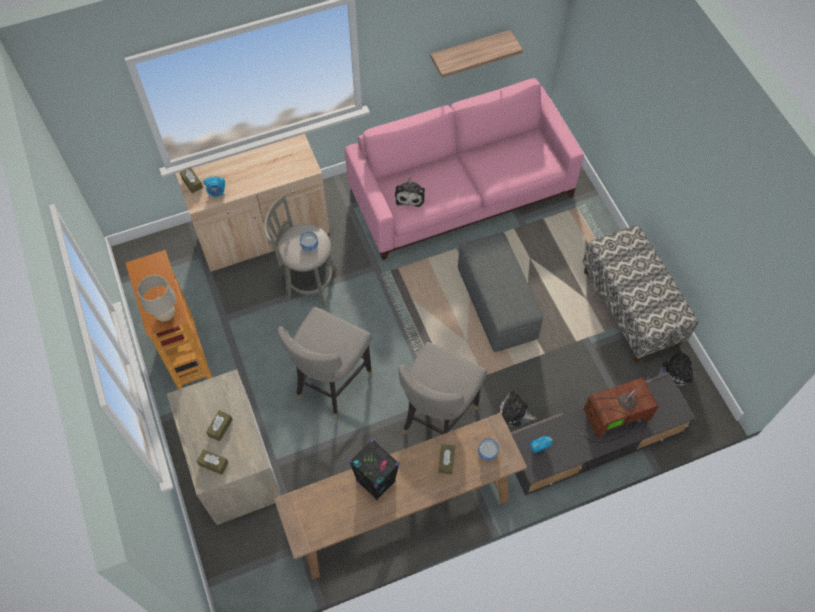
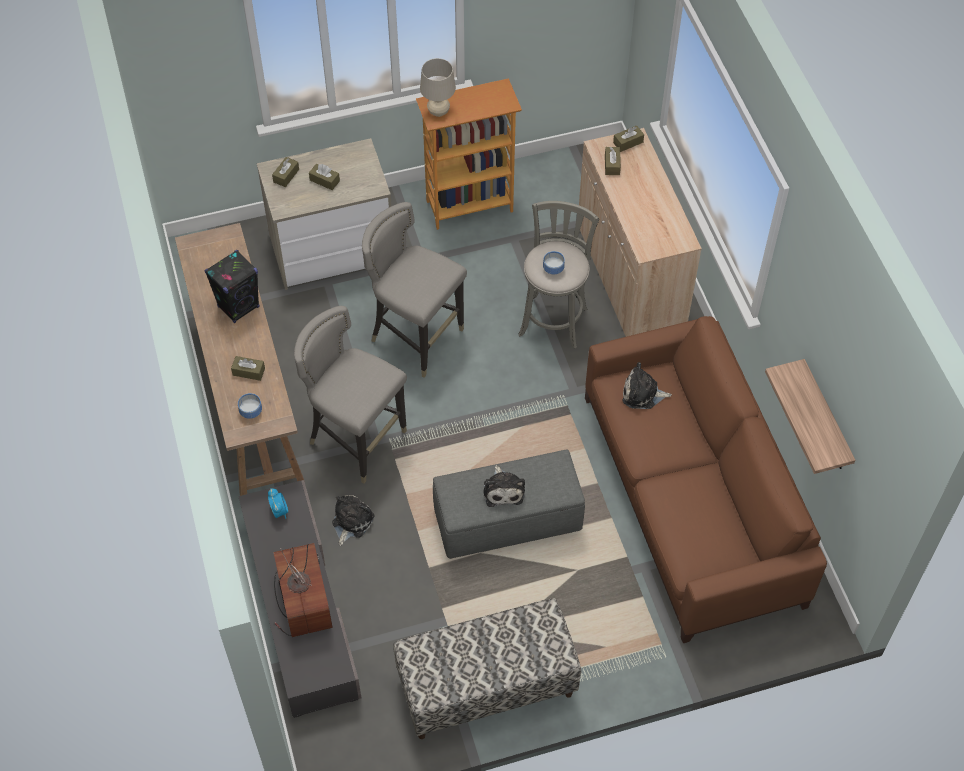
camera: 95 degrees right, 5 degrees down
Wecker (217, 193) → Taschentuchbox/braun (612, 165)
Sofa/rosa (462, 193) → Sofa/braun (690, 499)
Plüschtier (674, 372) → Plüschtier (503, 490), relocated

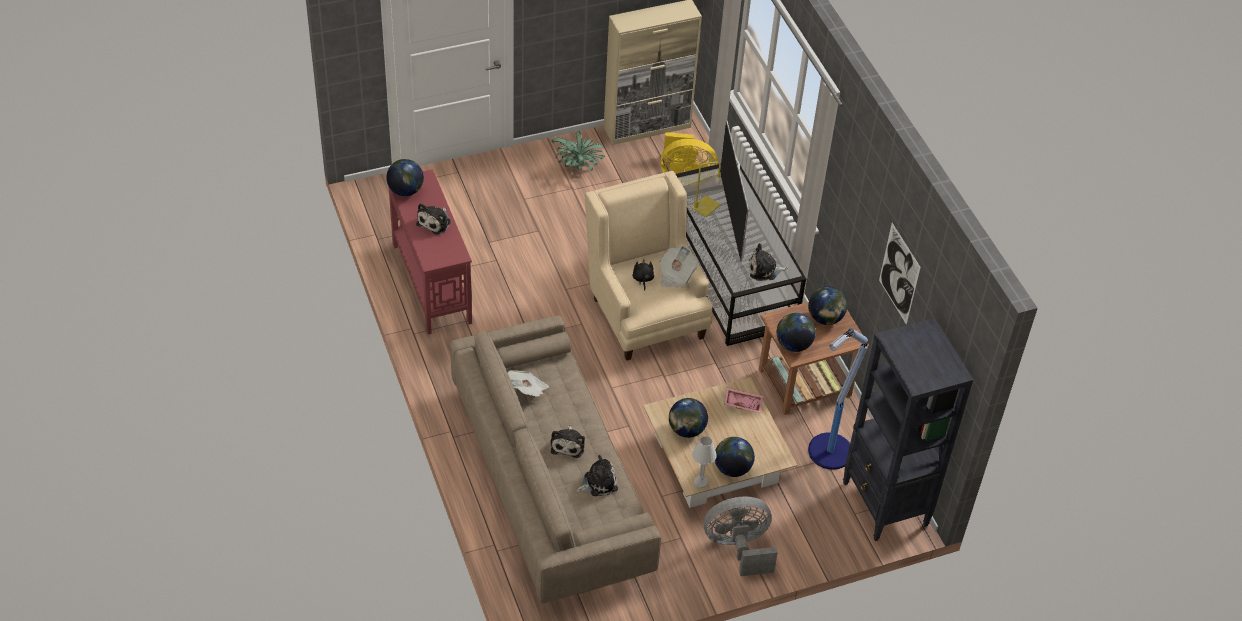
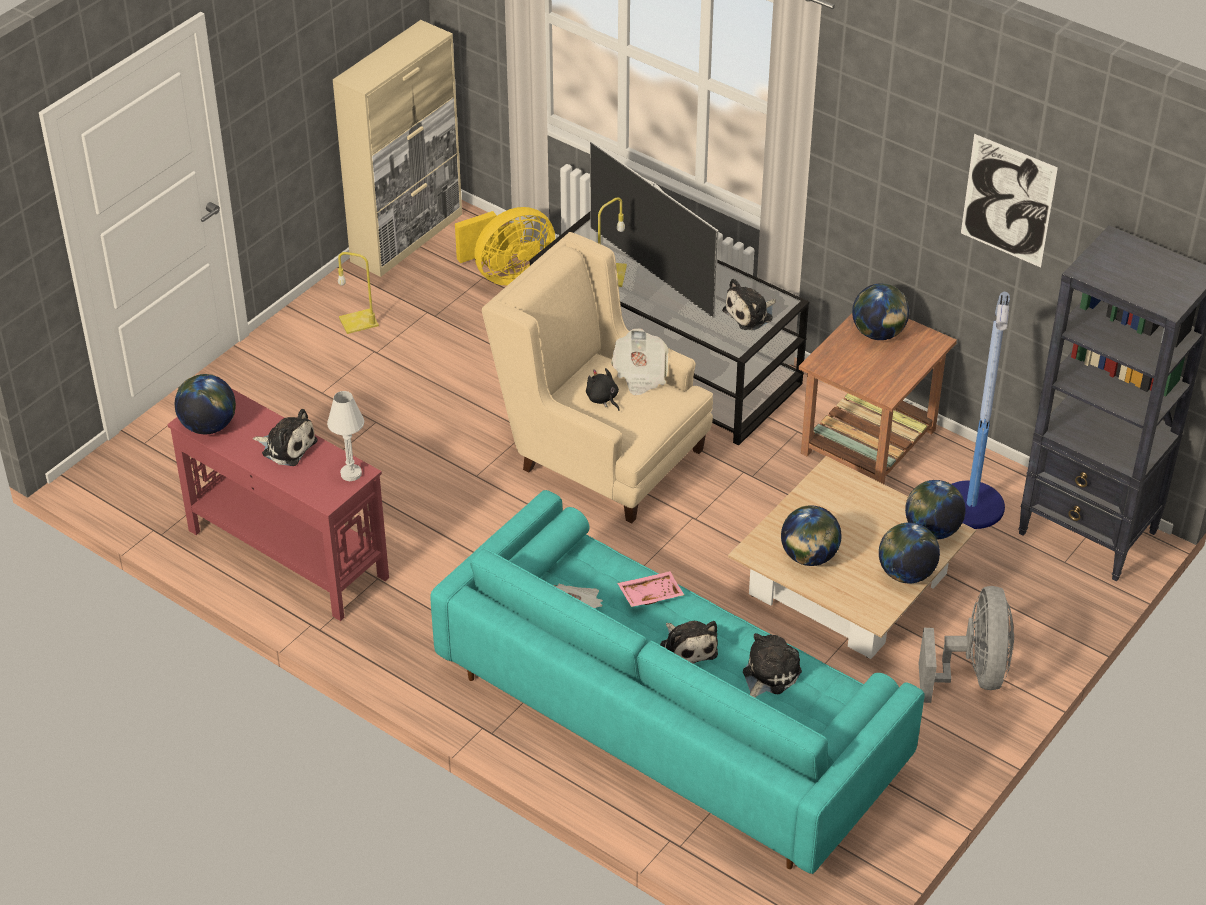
camera: 30 degrees left, 5 degrees down
Plüschtier (435, 222) → Plüschtier (287, 446), 60 degrees counterclockwise
Sofa/beige (551, 481) → Sofa/türkis (671, 720)
Topfpflanze (579, 166) → Tischlampe/gelb (359, 321)
Tischlampe/weiß (700, 482) → Tischlampe/weiß (351, 473), relocated
Ventilator/grau (738, 547) → Ventilator/grau (971, 674), 135 degrees clockwise
Tablett/rosa (743, 403) → Tablett/rosa (650, 594), relocated
Globus (793, 345) → Globus (932, 530), relocated

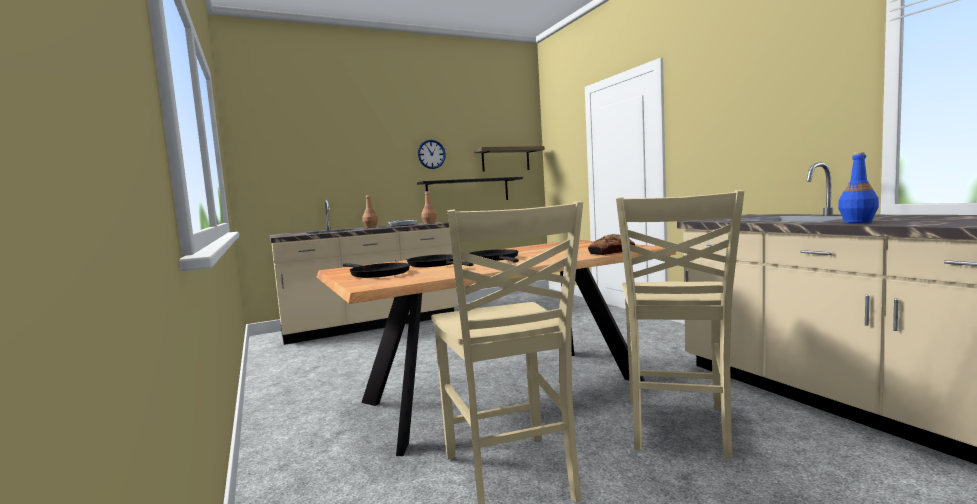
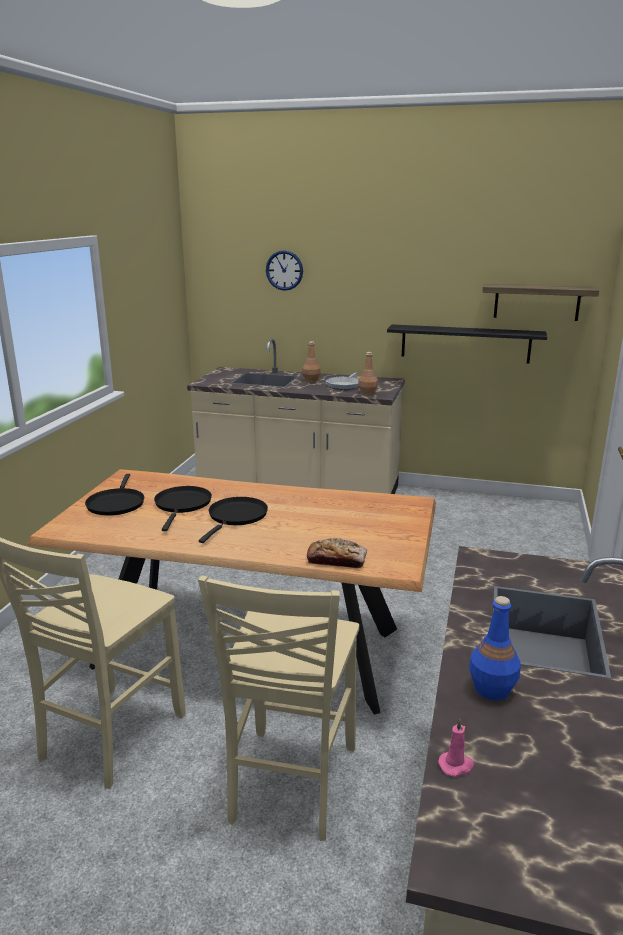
camera: 40 degrees right, 15 degrees up
Wanduhr (431, 154) → Wanduhr (284, 270), relocated
Stuhl/beige (677, 428) → Stuhl/beige (290, 784), 45 degrees counterclockwise
- → Kerze/rosa (456, 765)

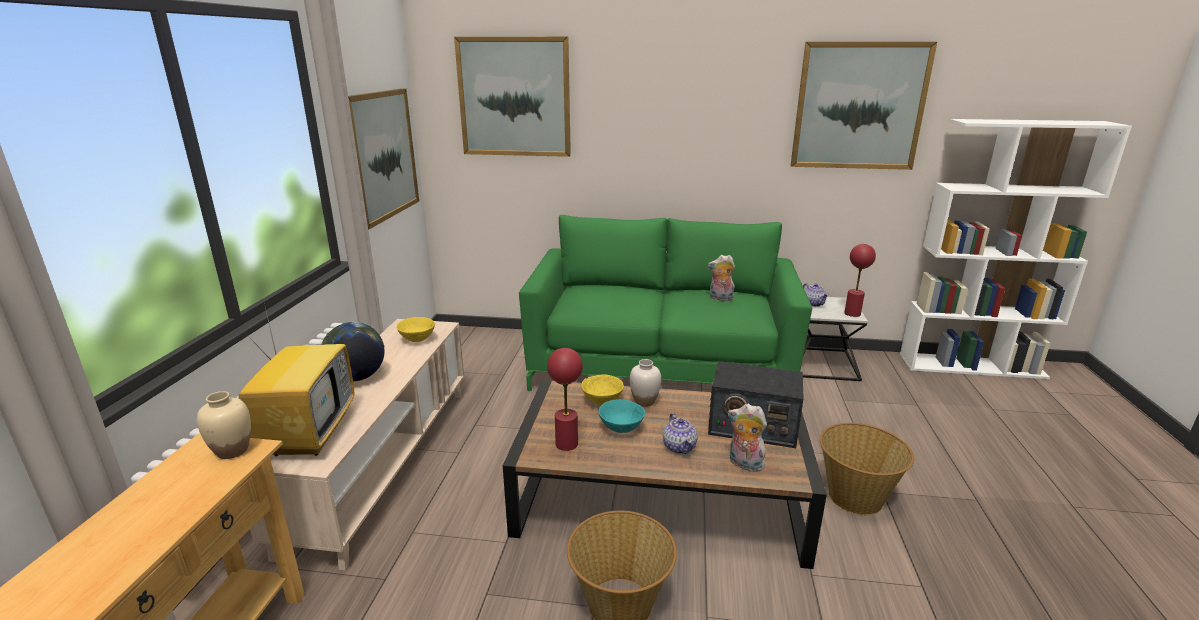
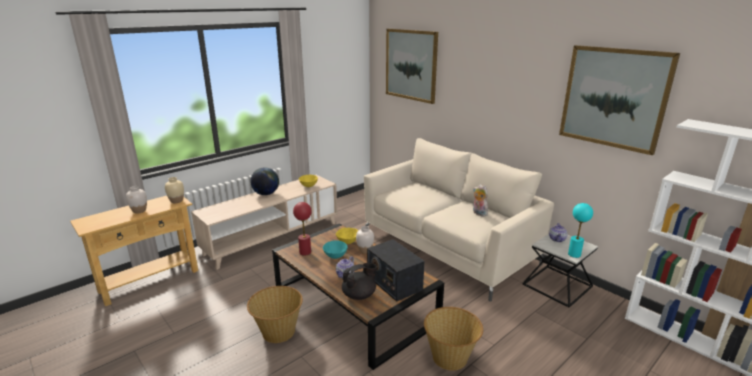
camera: 40 degrees right, 0 degrees up
Fernseher (309, 433) → -
Bild (382, 155) → -
Sofa/grün (660, 367) → Sofa/beige (448, 247)
Plüschtier (744, 464) → Teekanne/schwarz (359, 295)
Tischlampe/rot (852, 313) → Tischlampe/türkis (574, 254)
- → Vase/weiß (139, 211)

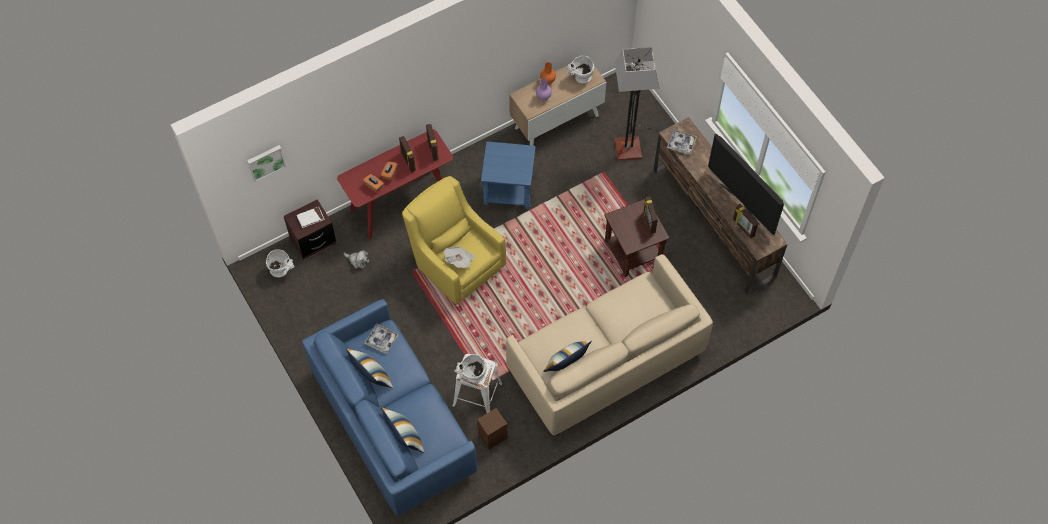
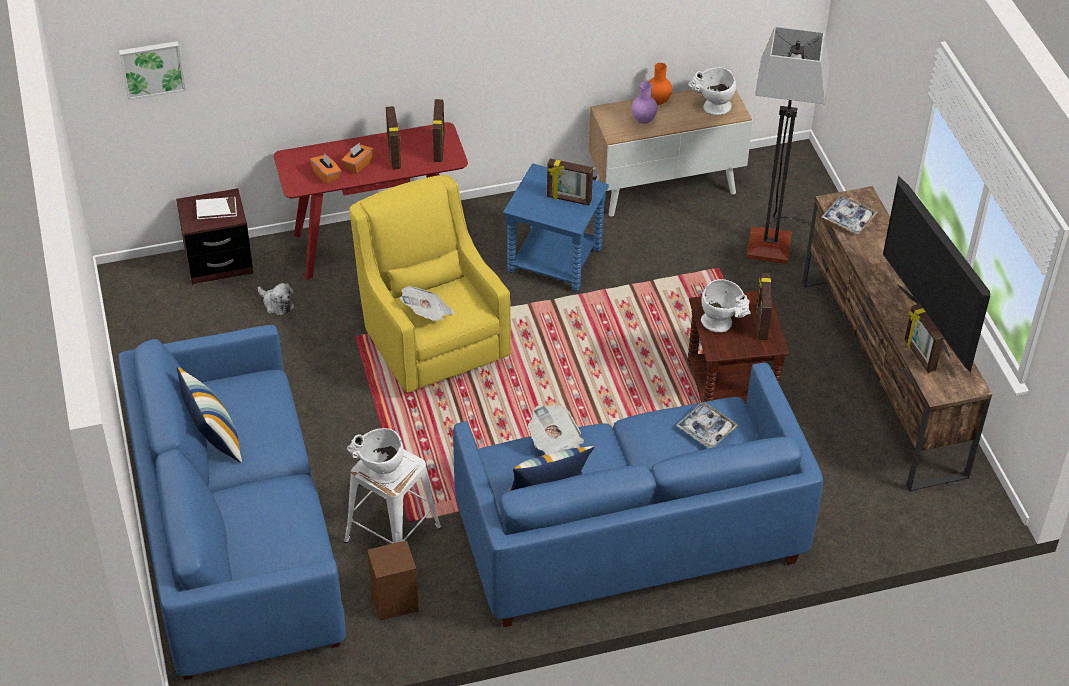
camera: 15 degrees right, 15 degrees down
Vase/weiß (282, 270) → Vase/weiß (722, 324), relocated
Tablett (381, 340) → Tablett (706, 429), relocated
Kissen (404, 438) → -
Sofa/beige (605, 362) → Sofa/blau (628, 536)
- → Zeitung (555, 444)
- → Bilderrahmen (568, 199)

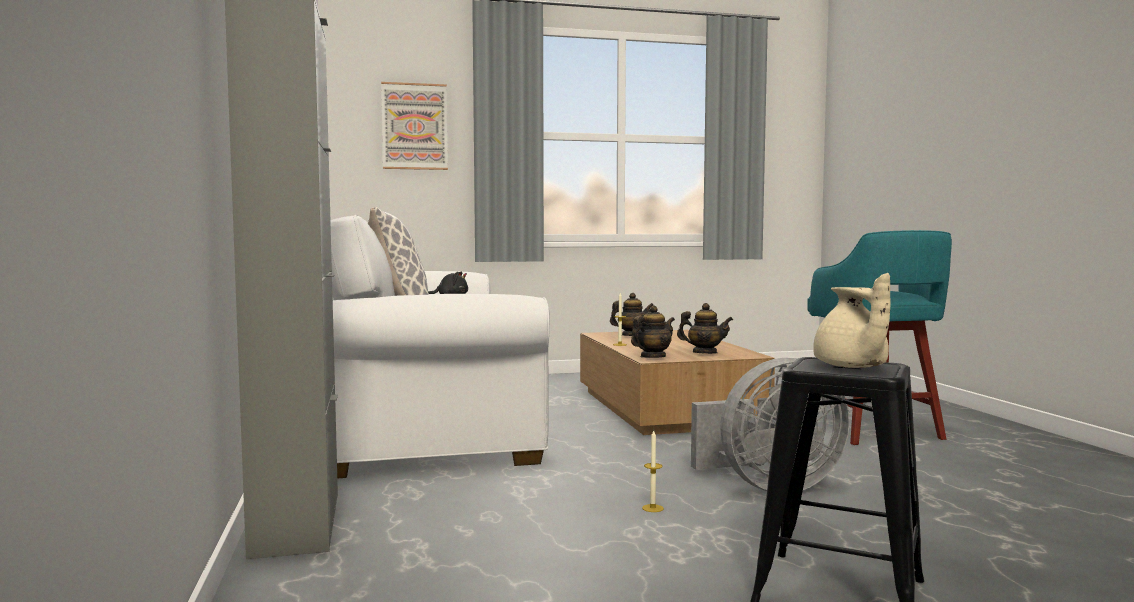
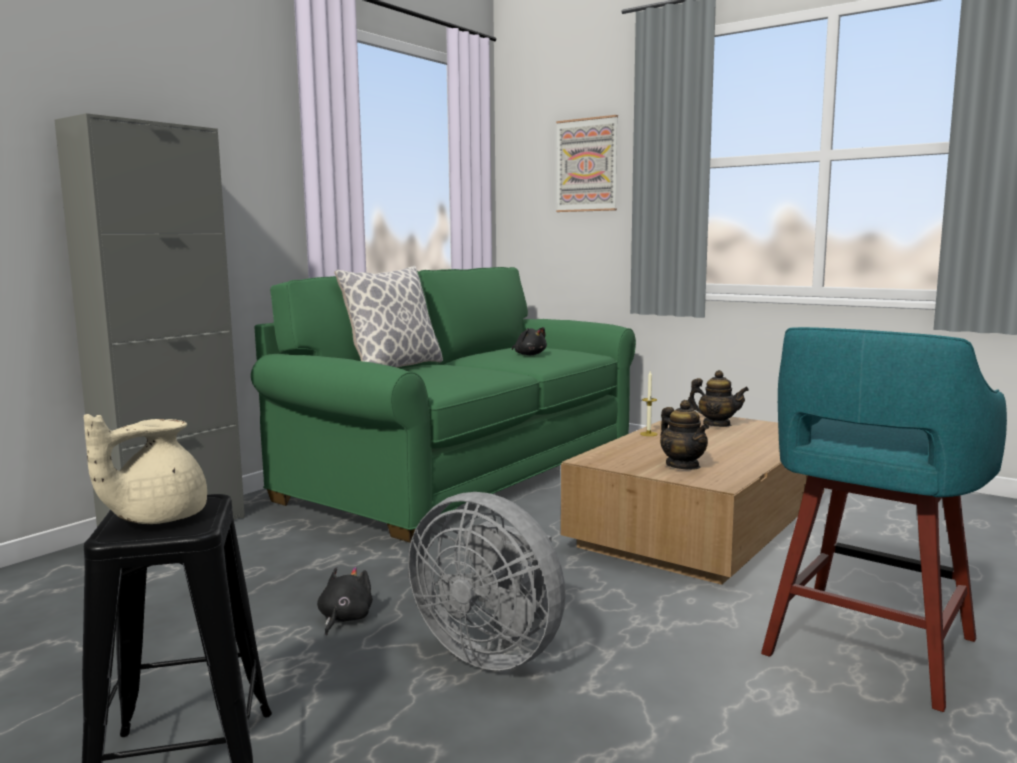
camera: 50 degrees right, 5 degrees up
Sofa/weiß (422, 420) → Sofa/grün (466, 472)
Teekanne (652, 357) → -
Kerze (652, 508) → Plüschtier/schwarz (344, 619)

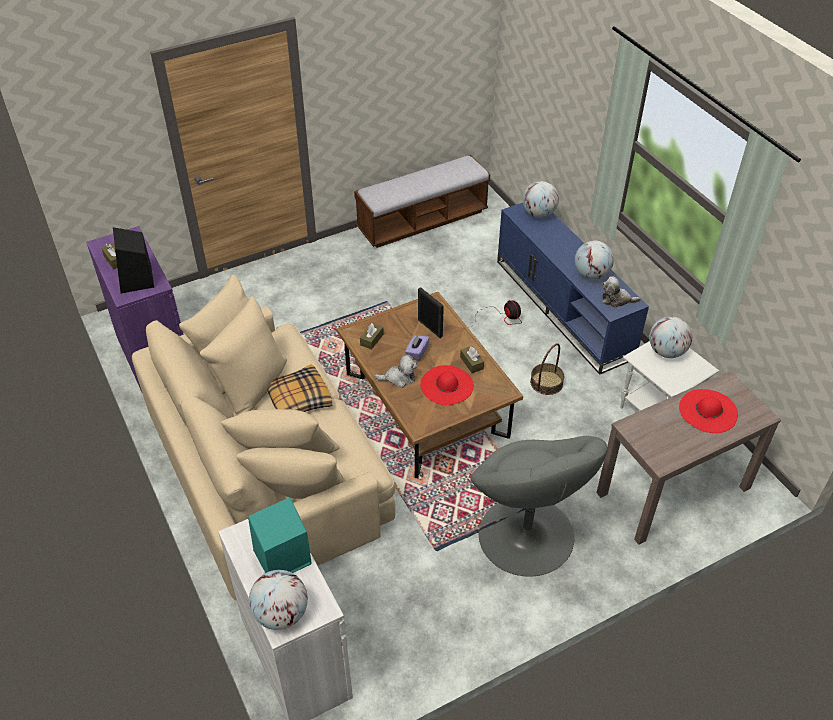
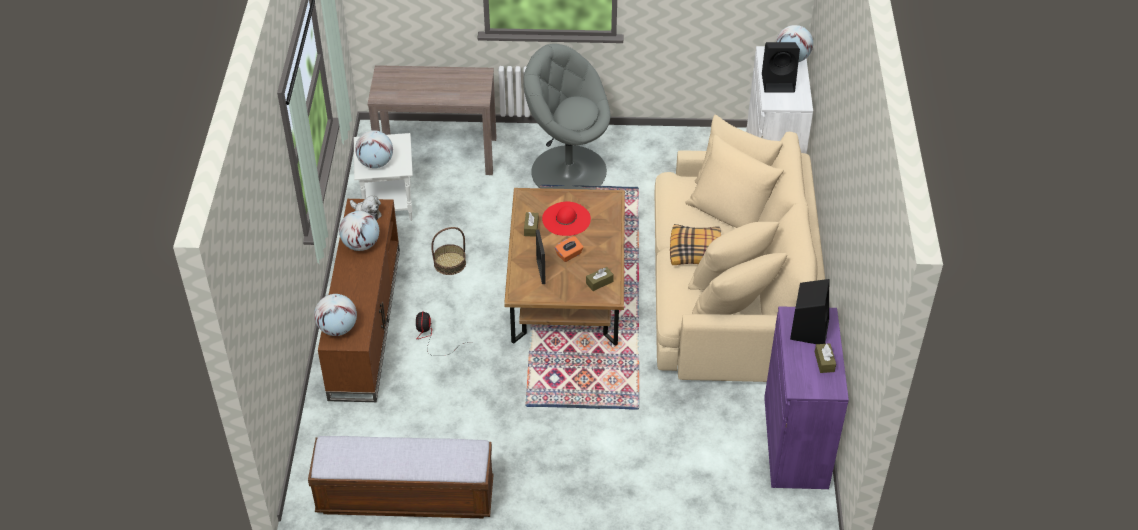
camera: 150 degrees left, 0 degrees up
Lautsprecher/türkis (281, 558) → Lautsprecher/schwarz (779, 82)
Plüschtier (399, 378) → -
Taschentuchbox/lila (417, 352) → Taschentuchbox/orange (569, 255)
Sessel/grau (526, 537) → Sessel/grau (567, 170), 75 degrees counterclockwise
Fernsehschrank/blau (564, 308) → Fernsehschrank/braun (364, 321)
Hut/rot (708, 411) → -

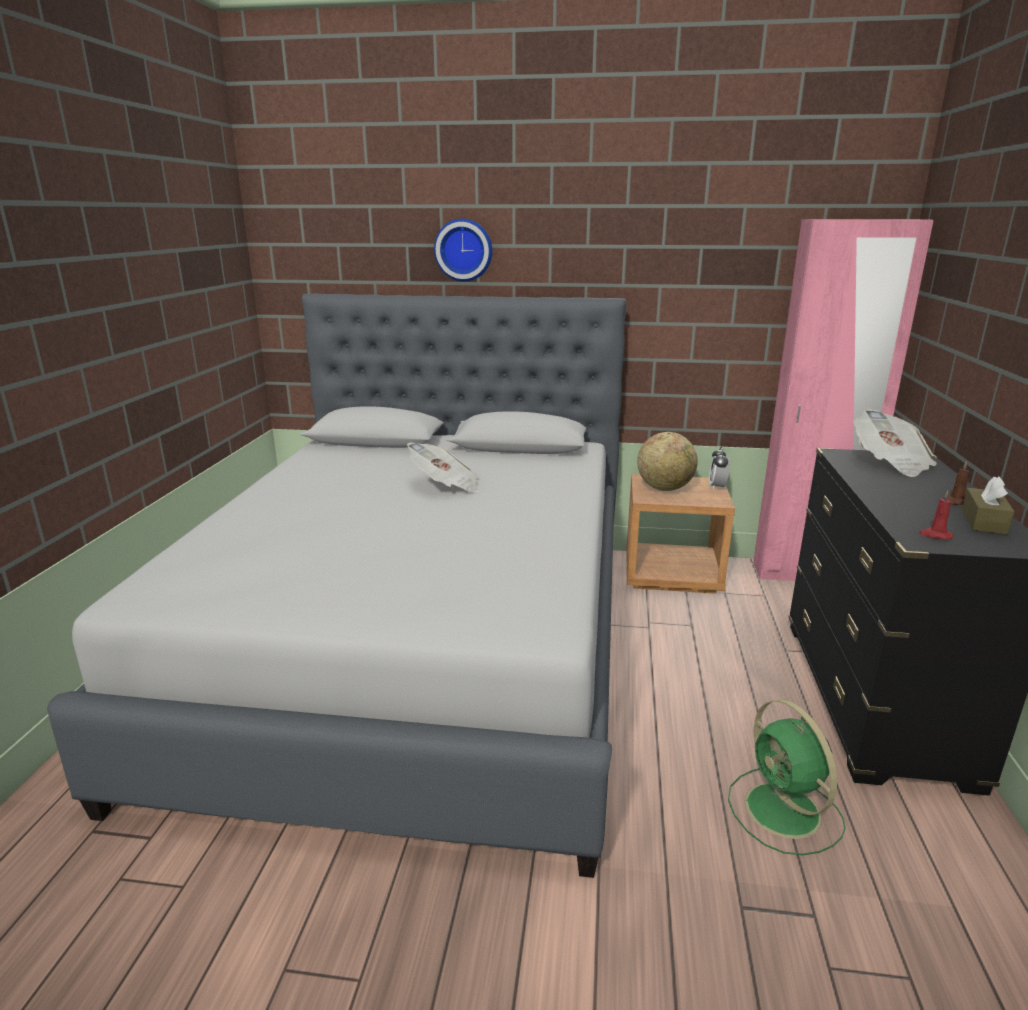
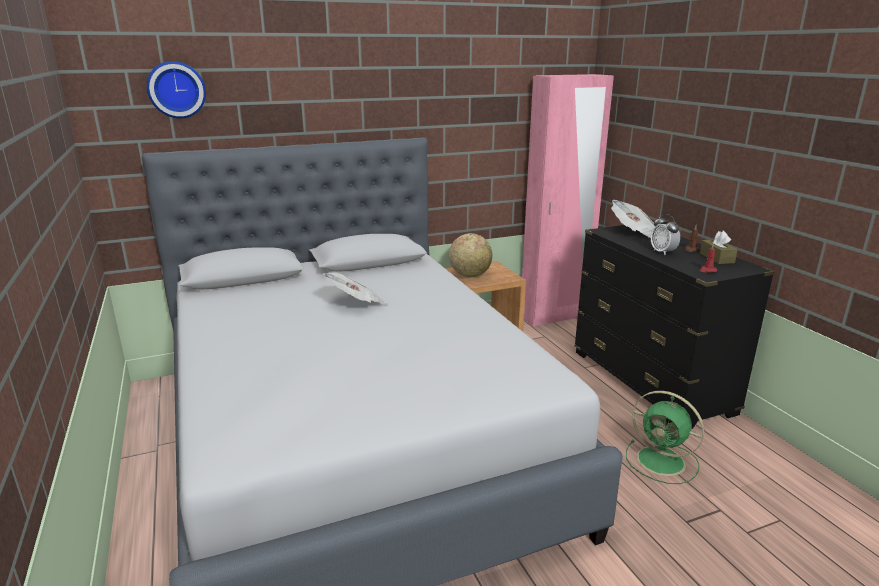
camera: 30 degrees left, 0 degrees up
Wanduhr (464, 250) → Wanduhr (176, 89), relocated
Wecker (717, 487) → Wecker (663, 252), relocated

